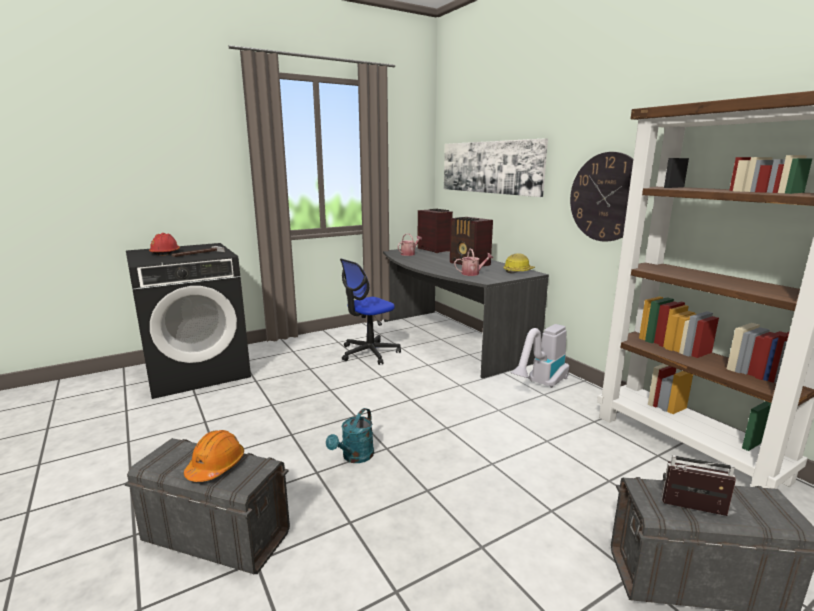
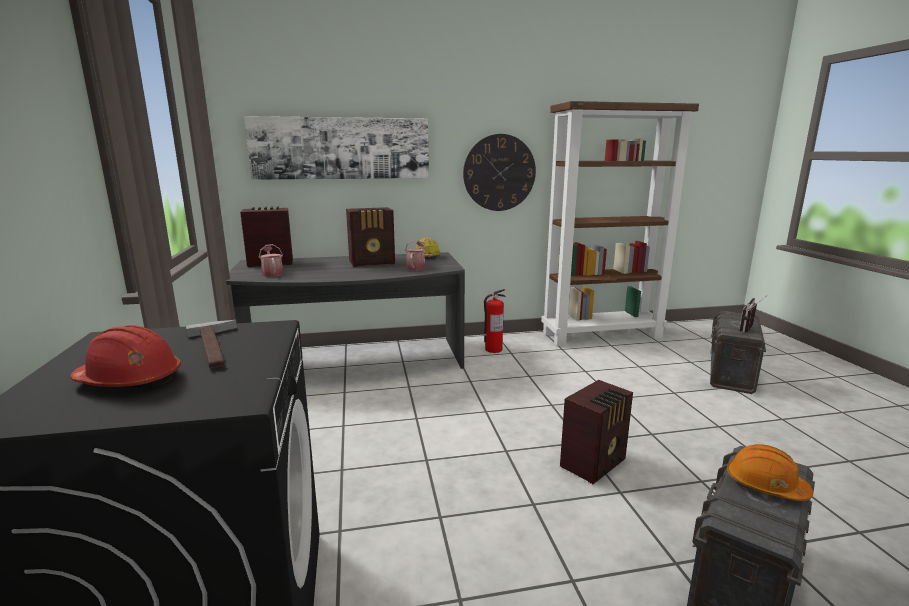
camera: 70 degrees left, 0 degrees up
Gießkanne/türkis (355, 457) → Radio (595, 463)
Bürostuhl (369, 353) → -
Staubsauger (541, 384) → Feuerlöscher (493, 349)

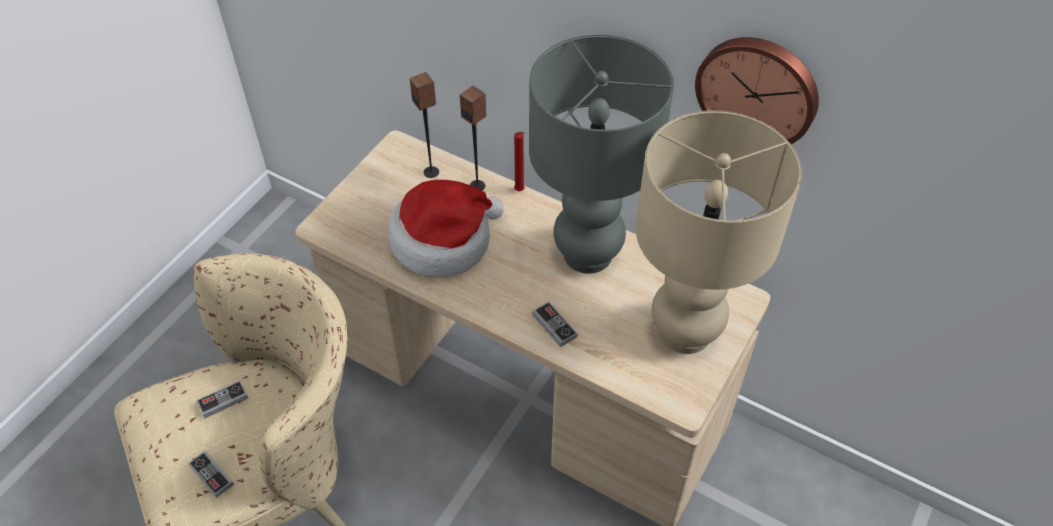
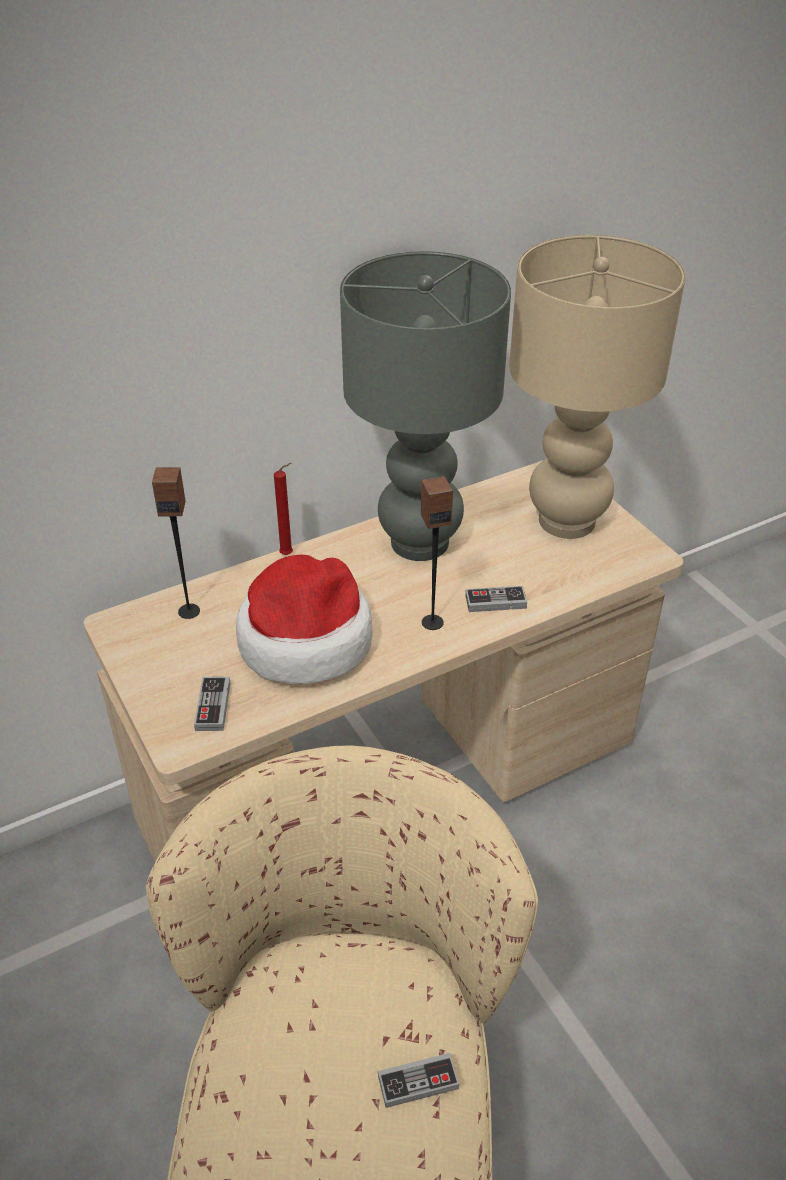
camera: 60 degrees left, 10 degrees down
Gamepad (223, 400) → Gamepad (213, 706), relocated
Lautsprecher (477, 186) → Lautsprecher (432, 622), relocated
Wanduhr (758, 90) → -

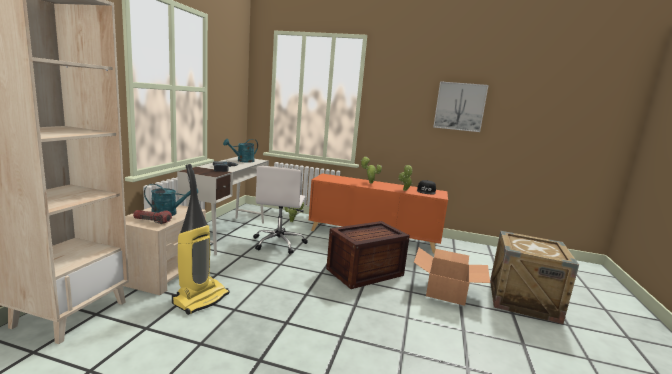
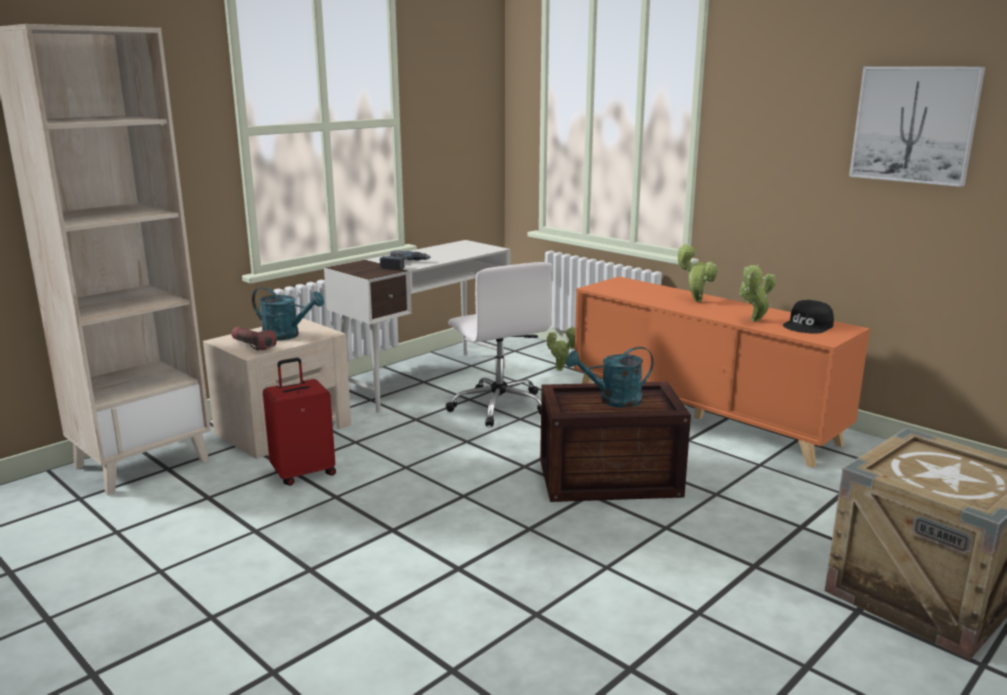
camera: 30 degrees right, 5 degrees up
Staubsauger (201, 299) → Koffer/rot (303, 473)
Gießkanne/türkis (242, 161) → Gießkanne/türkis (613, 401), relocated
Bürostuhl/weiß (279, 243) → Bürostuhl/weiß (498, 406), 60 degrees counterclockwise
Karton (446, 291) → -

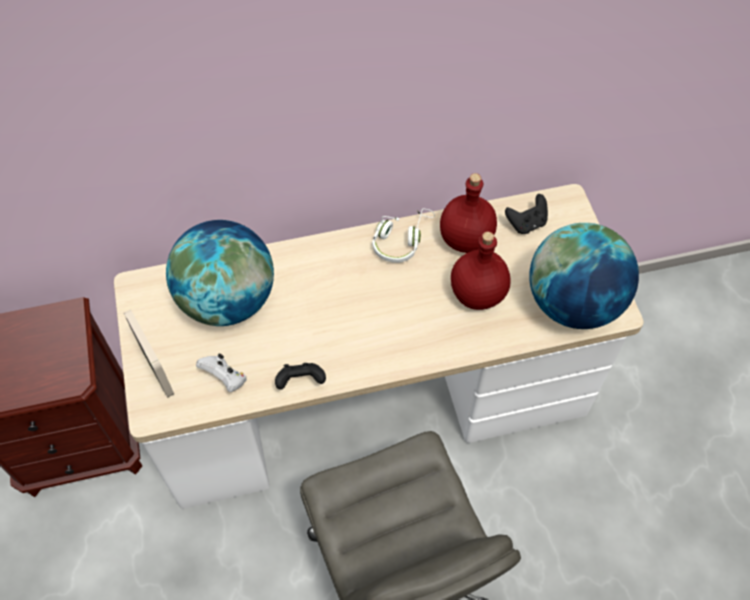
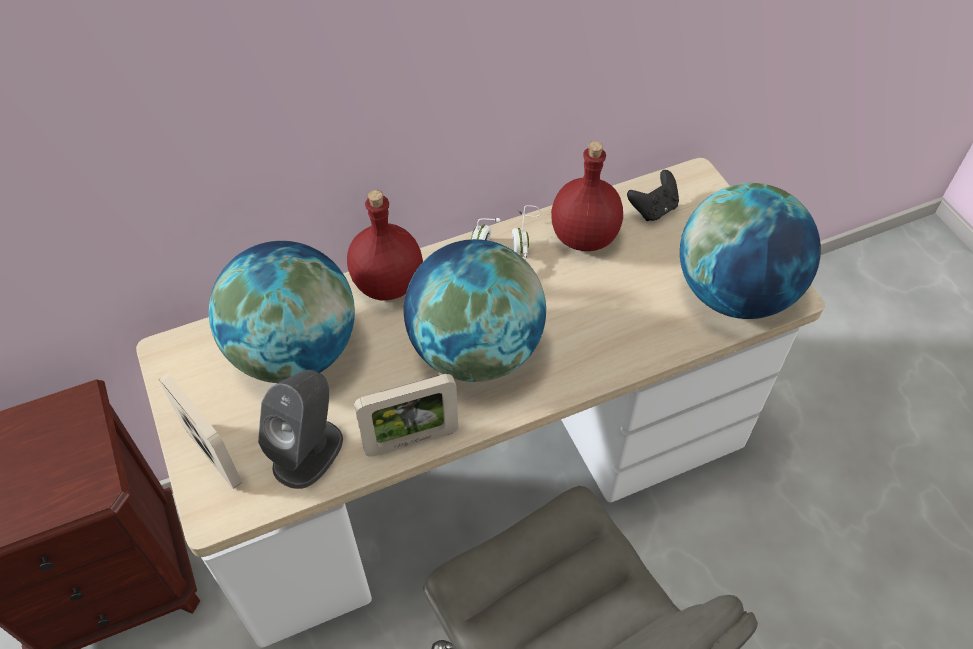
camera: 10 degrees left, 5 degrees down
Gamepad/weiß (225, 378) → Lautsprecher/grau (308, 452)
Gamepad/schwarz (301, 382) → Bilderrahmen (411, 440)
Flasche/rot (476, 294) → Flasche/rot (386, 284), relocated
- → Globus (476, 350)

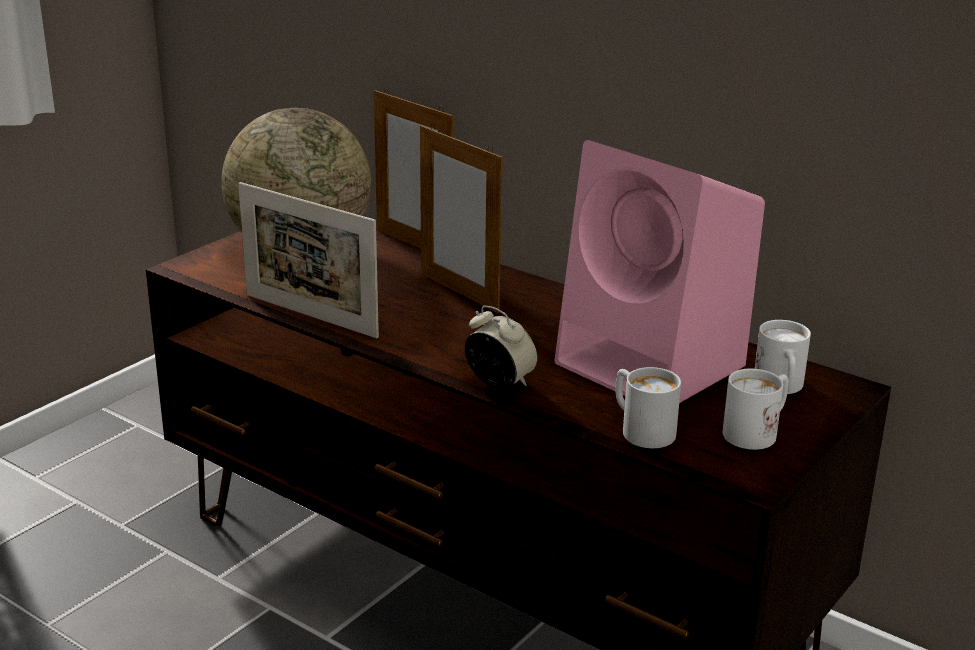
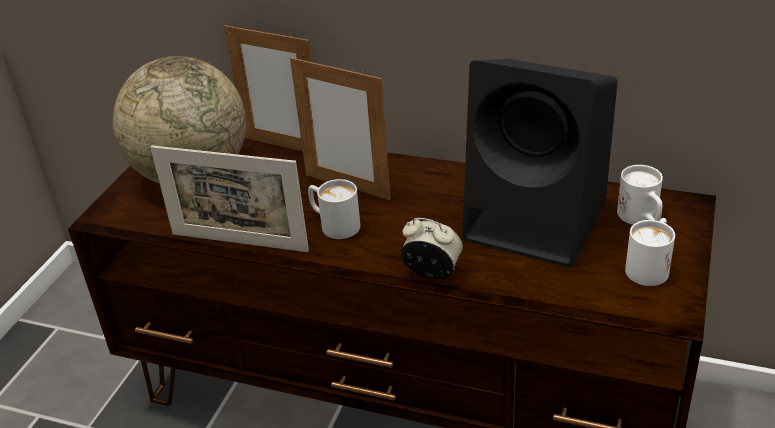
camera: 15 degrees left, 10 degrees up
Lautsprecher/rosa (655, 366) → Lautsprecher/schwarz (539, 222)
Henkelbecher/weiß (640, 429) → Henkelbecher/weiß (334, 224), relocated

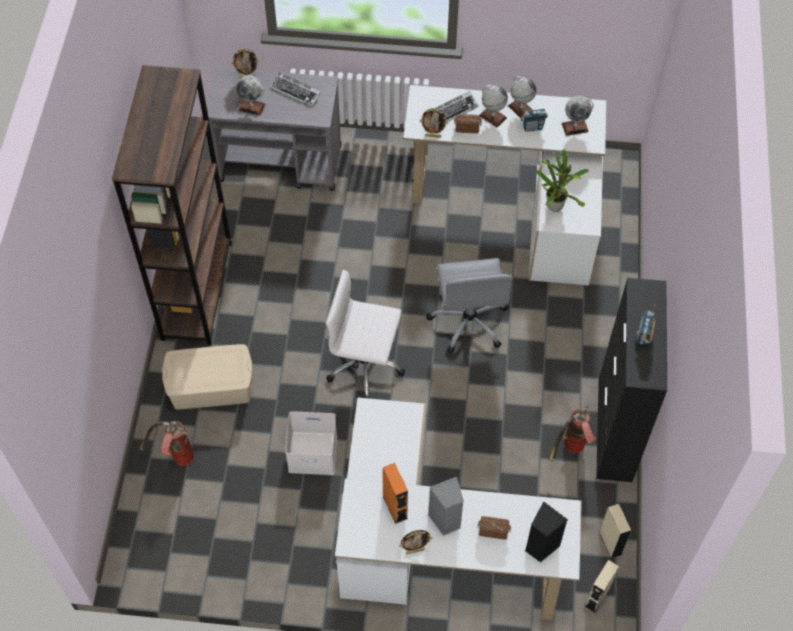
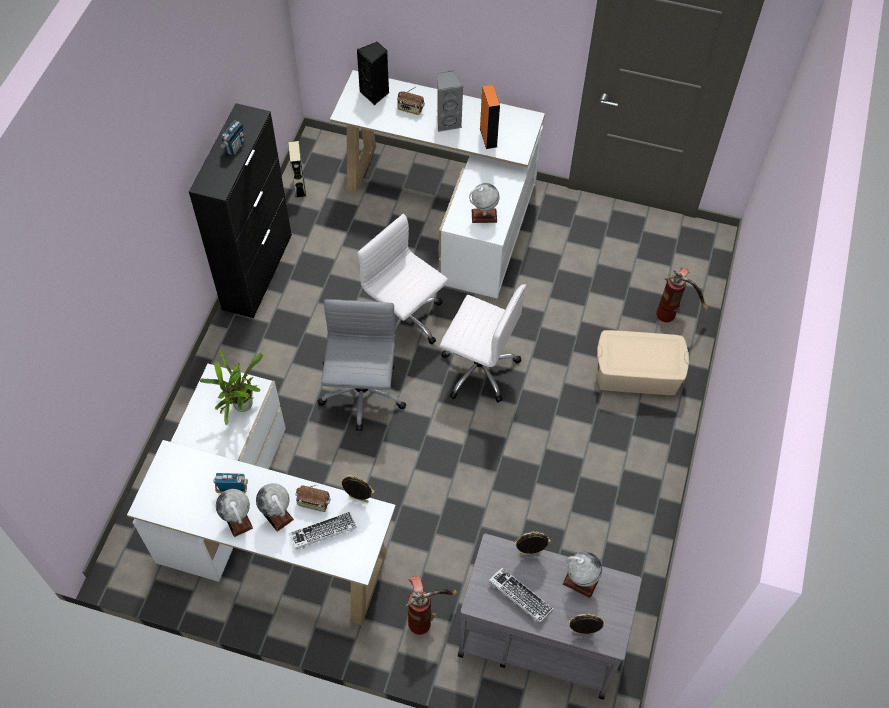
camera: 170 degrees left, 0 degrees up
Bücherregal/braun (197, 290) → -
Aufbewahrungsbox/weiß (311, 454) → -
Bilderrahmen (415, 551) → Bilderrahmen (530, 554), relocated
Feuerlöscher (570, 450) → Feuerlöscher (425, 616), relocated
Globus (575, 127) → Globus (484, 216), relocated
Lautsprecher/beige (597, 597) → -
- → Bürostuhl/weiß (405, 322)

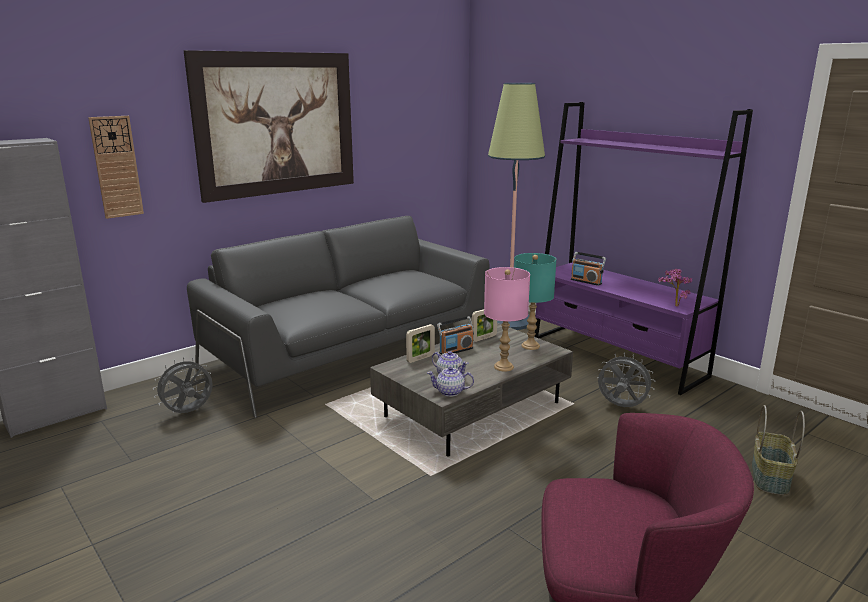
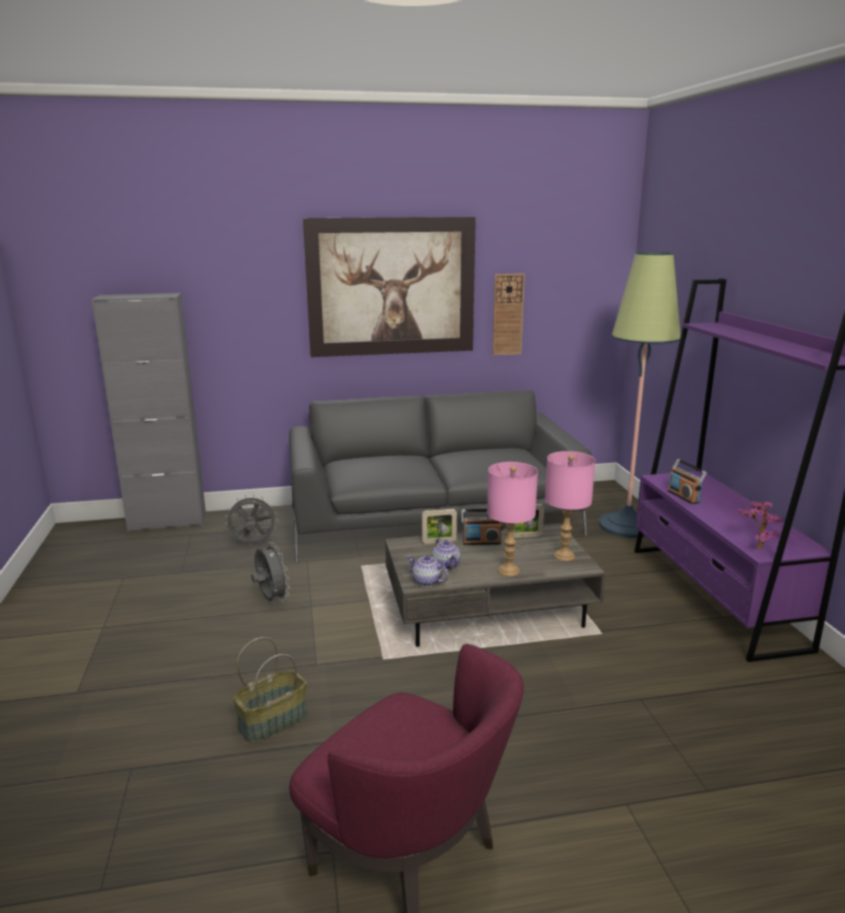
camera: 30 degrees right, 0 degrees up
Wanduhr (116, 167) → Wanduhr (507, 314), relocated
Tischlampe/türkis (530, 346) → Tischlampe/rosa (564, 556)
Ventilator/grau (621, 407) → Ventilator/grau (271, 599), relocated
Korb (769, 477) → Korb (273, 721), relocated

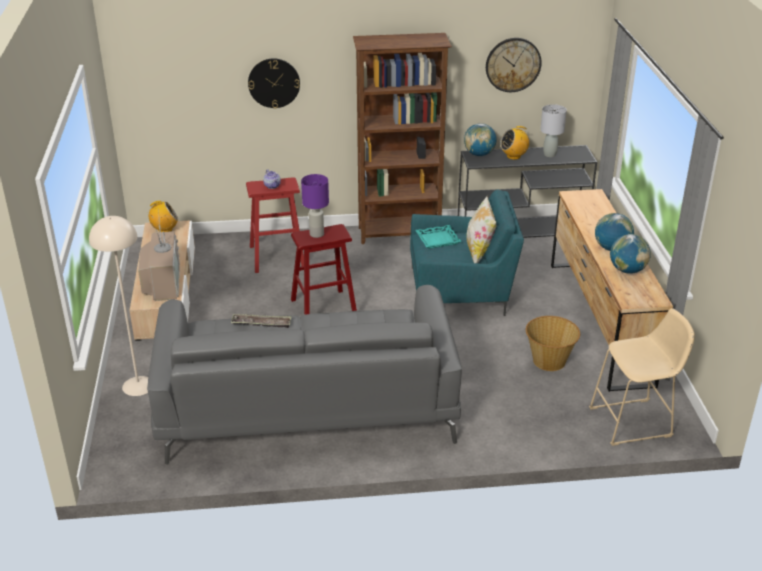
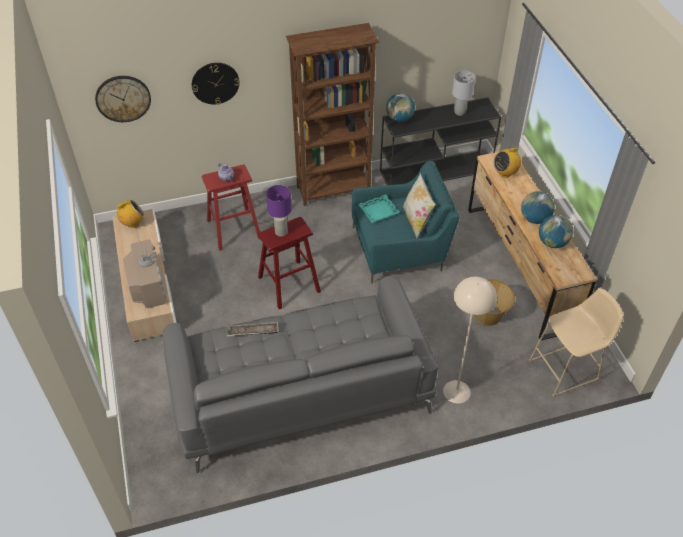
camera: 10 degrees left, 15 degrees up
Stehlampe/beige (138, 386) → Stehlampe/beige (456, 392), relocated
Wanduhr (513, 64) → Wanduhr (123, 98), relocated
Radio (514, 156) → Radio (505, 173), relocated

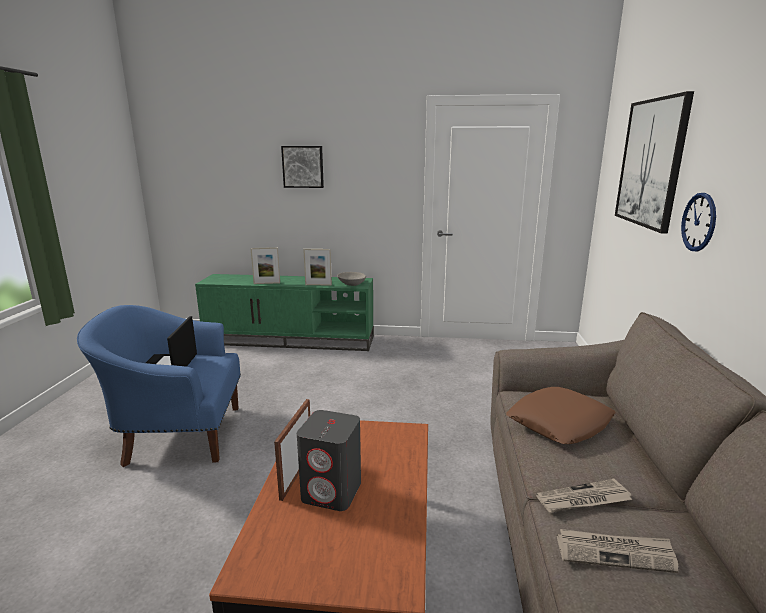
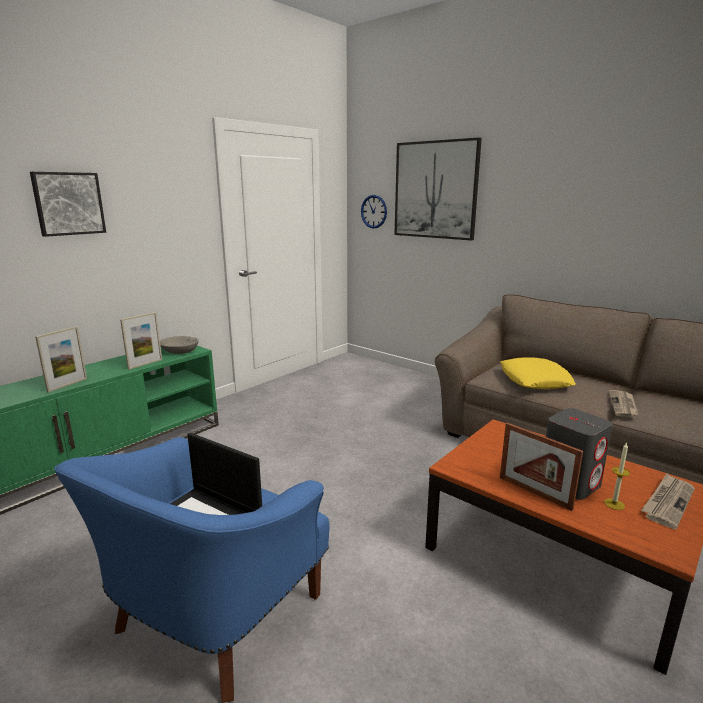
camera: 55 degrees left, 0 degrees up
Kissen/braun (559, 422) → Kissen/gelb (534, 380)
Zeitung (615, 552) → Zeitung (668, 502), relocated
Wanduhr (698, 222) → Wanduhr (374, 211), relocated
- → Kerze (614, 504)

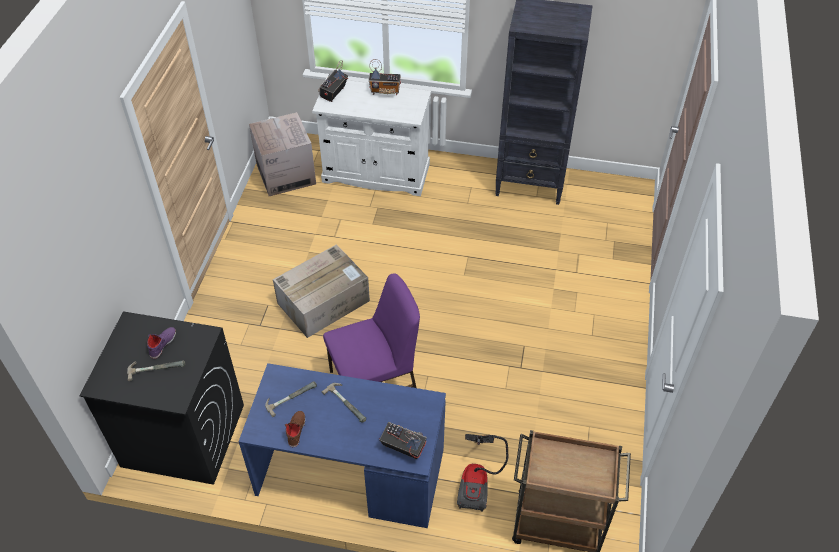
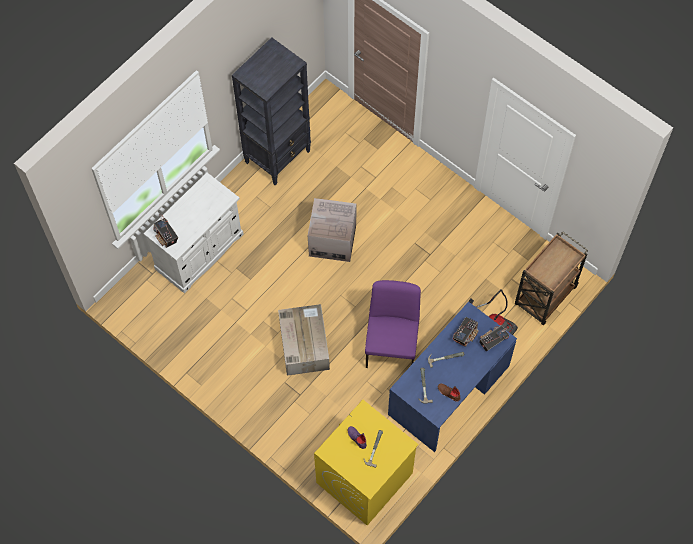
camera: 60 degrees left, 15 degrees up
Waschmaschine/schwarz (182, 435) → Waschmaschine/gelb (364, 478)
Karton (286, 174) → Karton (332, 240), relocated
Radio (385, 91) → Radio (465, 335), relocated

